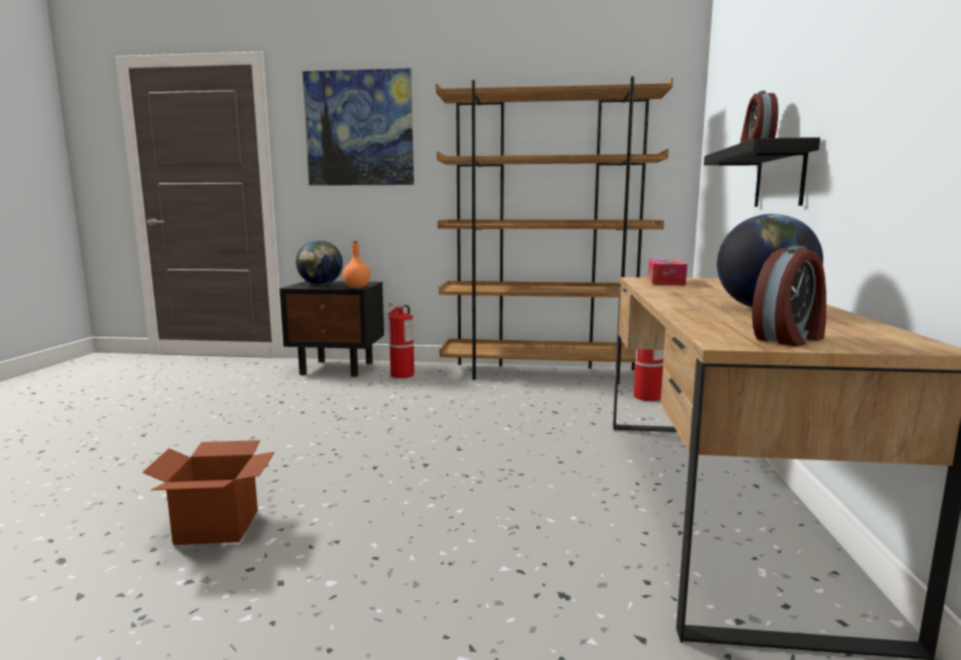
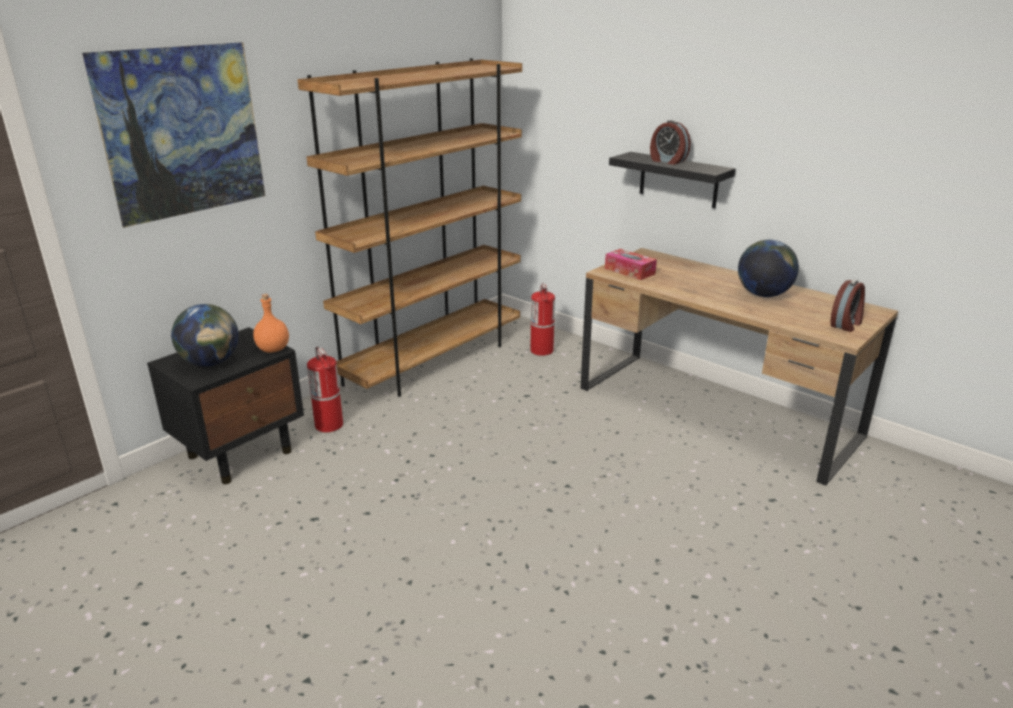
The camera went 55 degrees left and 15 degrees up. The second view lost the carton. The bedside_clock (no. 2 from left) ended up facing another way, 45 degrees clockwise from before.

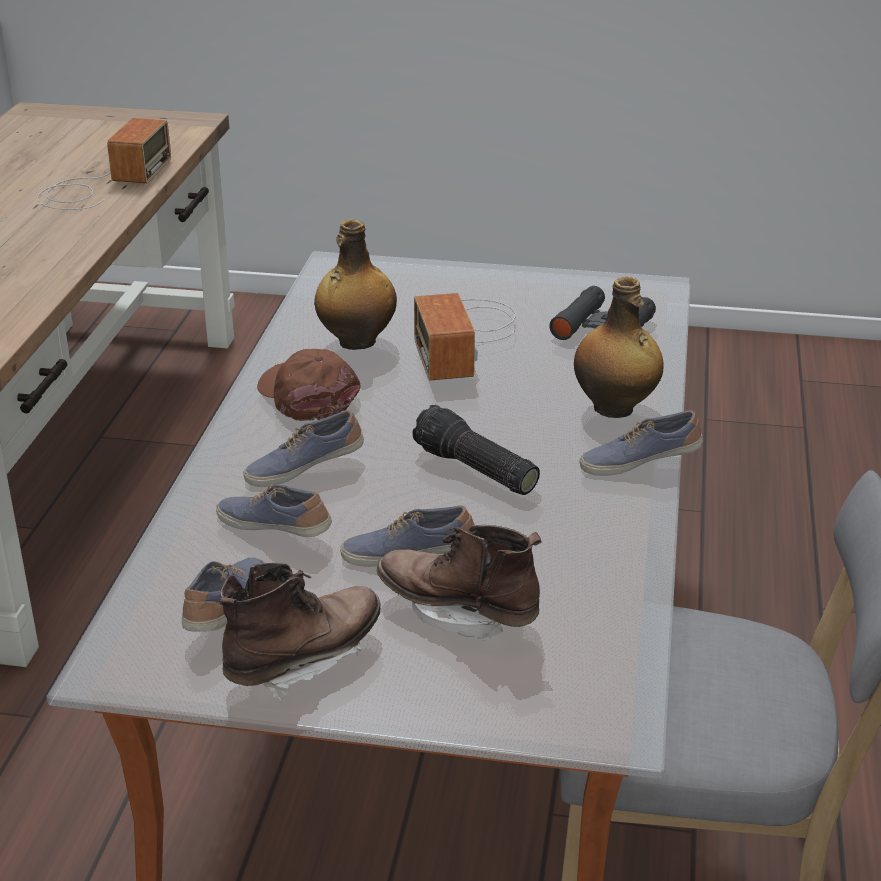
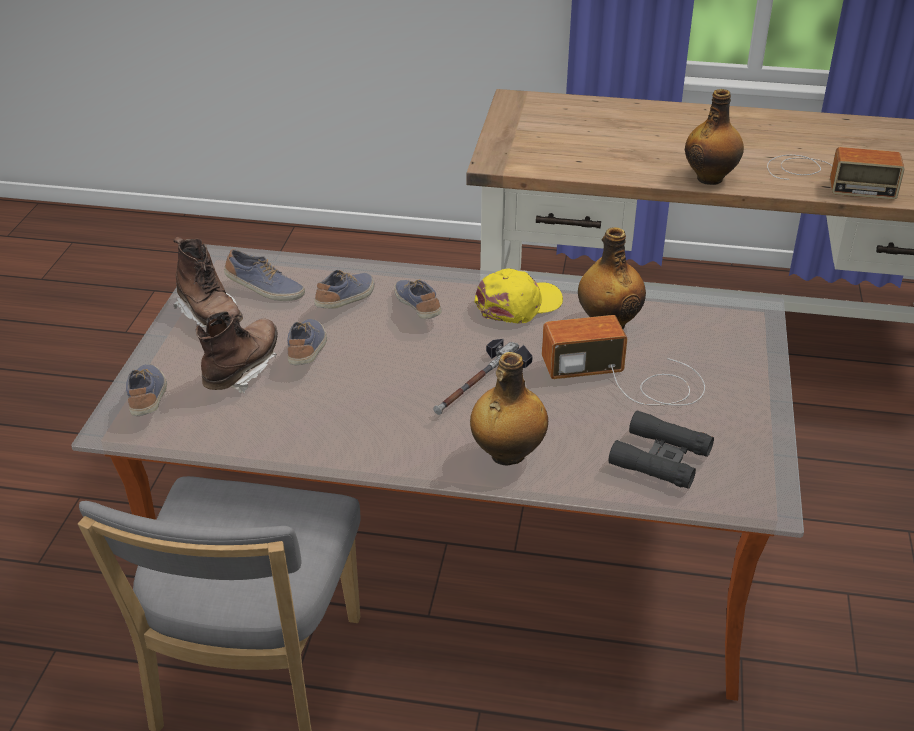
The camera went 90 degrees right and 5 degrees up. What was the brownish_cap turned into the yellow-coloured_cap. The second view lost the torch. The shoe (no. 5 from left in the first image) ended up elsewhere. The second view gained the tool_hammer. The second view gained the bottle (no. 3 from left).

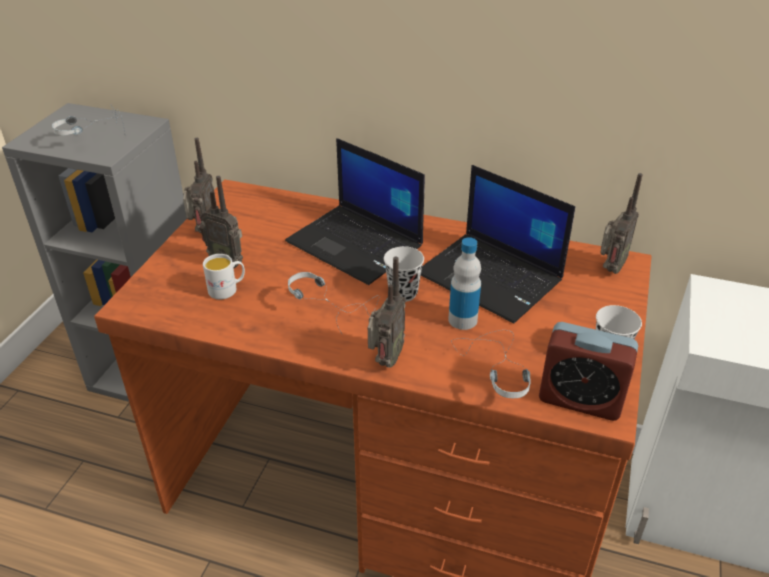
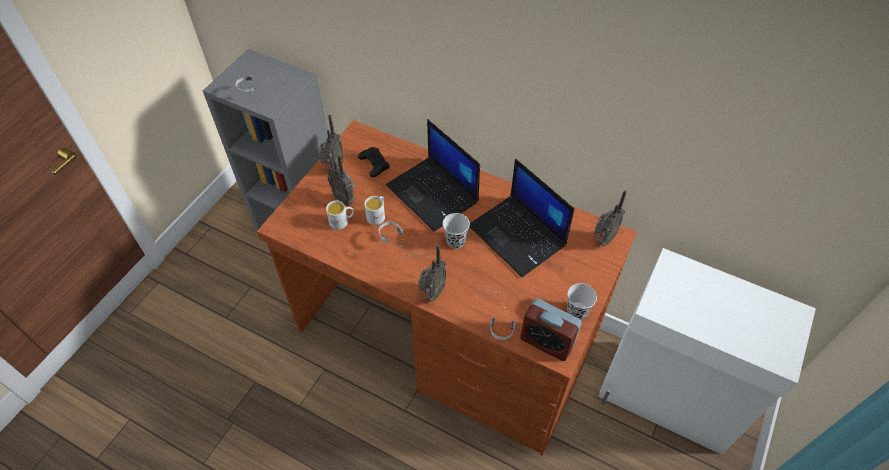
The camera went 10 degrees right and 15 degrees up. The second view lost the bottle. The second view gained the black_game_controller. The second view gained the white-coloured_coffee_mug (no. 2 from left).

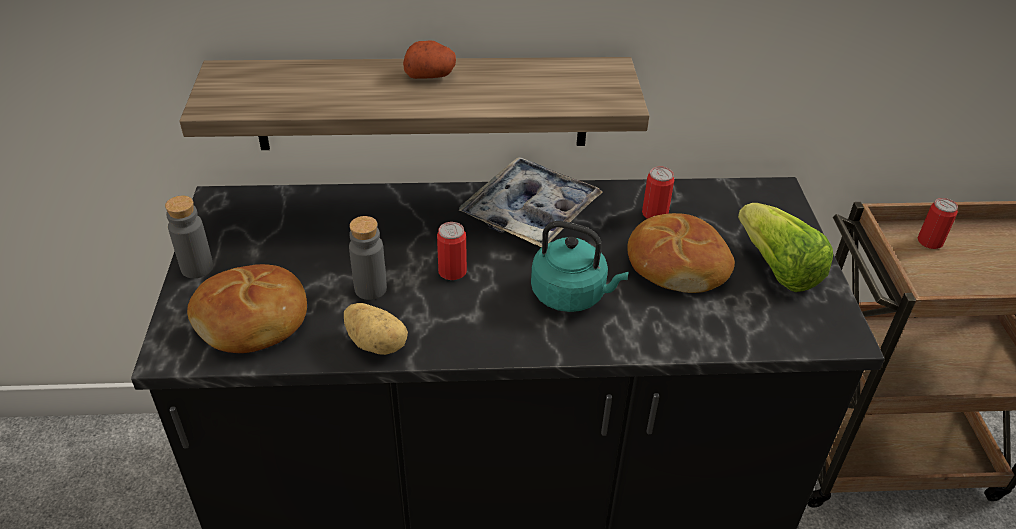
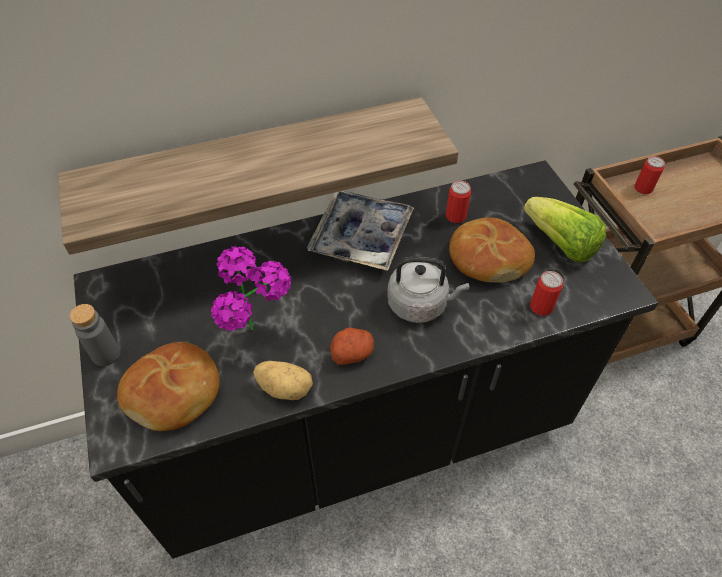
The camera went 15 degrees left and 10 degrees up. Where the greyish_bottle (no. 2 from left) stood, the houseplant came to stand. The whole_potato (no. 2 from left) ended up elsewhere. The metal_can (no. 1 from left in the first image) ended up elsewhere. What was the turquoise-coloured_water_kettle turned into the greyish_water_kettle.

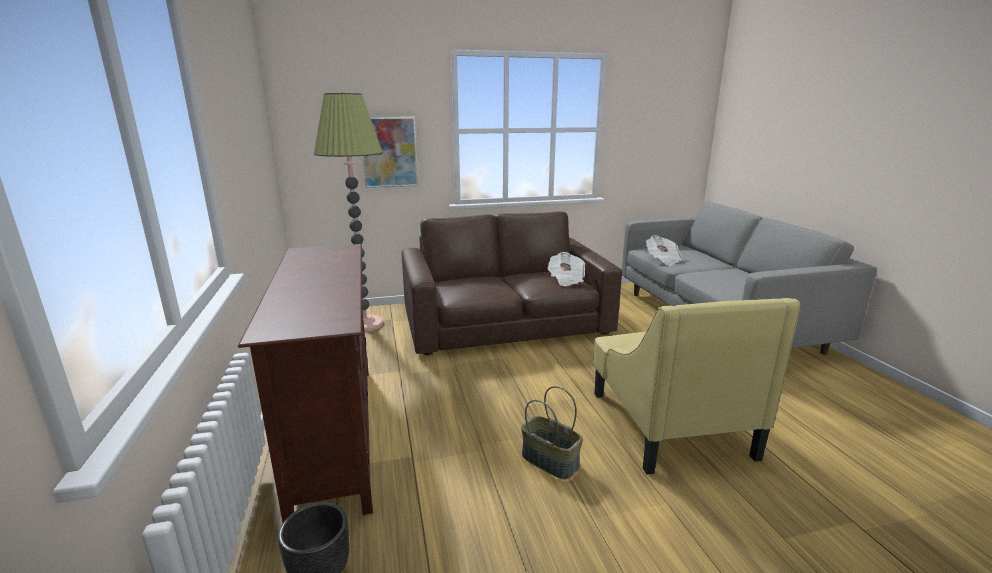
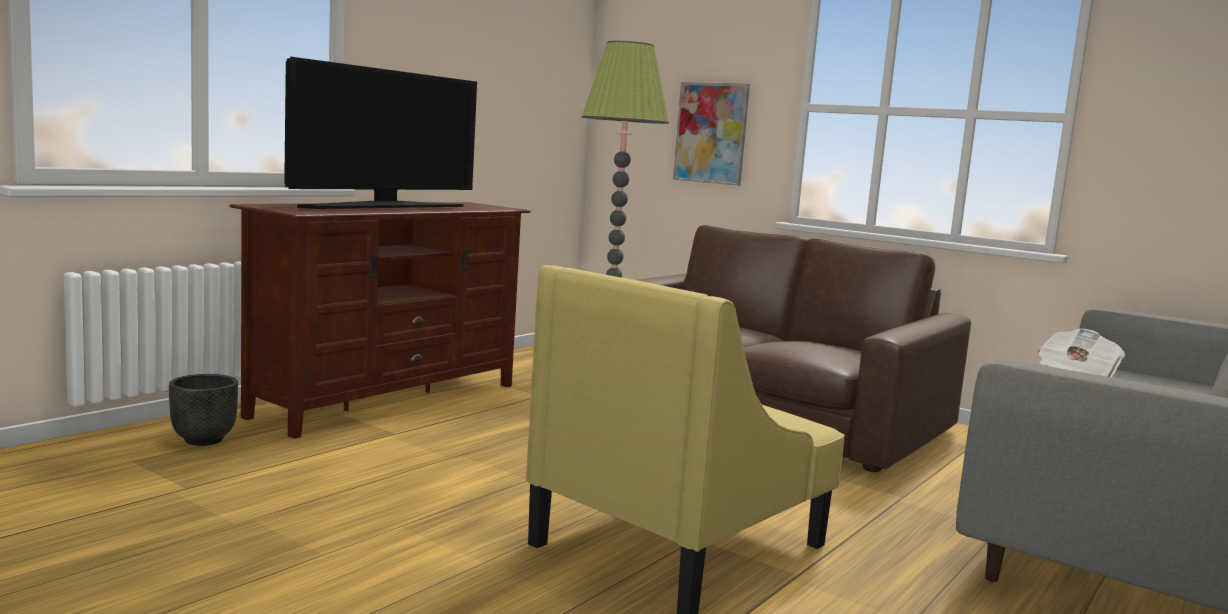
The camera went 50 degrees right and 10 degrees down. The second view lost the basket. The second view lost the daily_paper (no. 1 from left). The second view gained the TV.

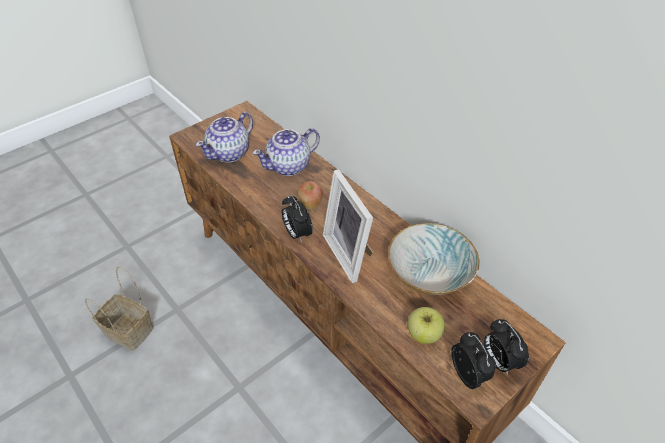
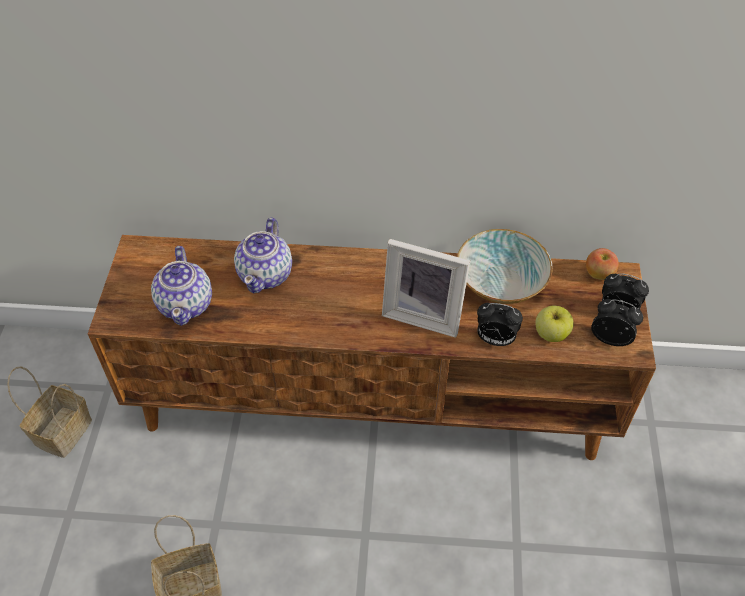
The camera went 45 degrees left and 5 degrees up. The bedside_clock (no. 1 from left) ended up elsewhere. The apple_fruit (no. 1 from left in the first image) ended up elsewhere. The second view gained the basket (no. 1 from left).

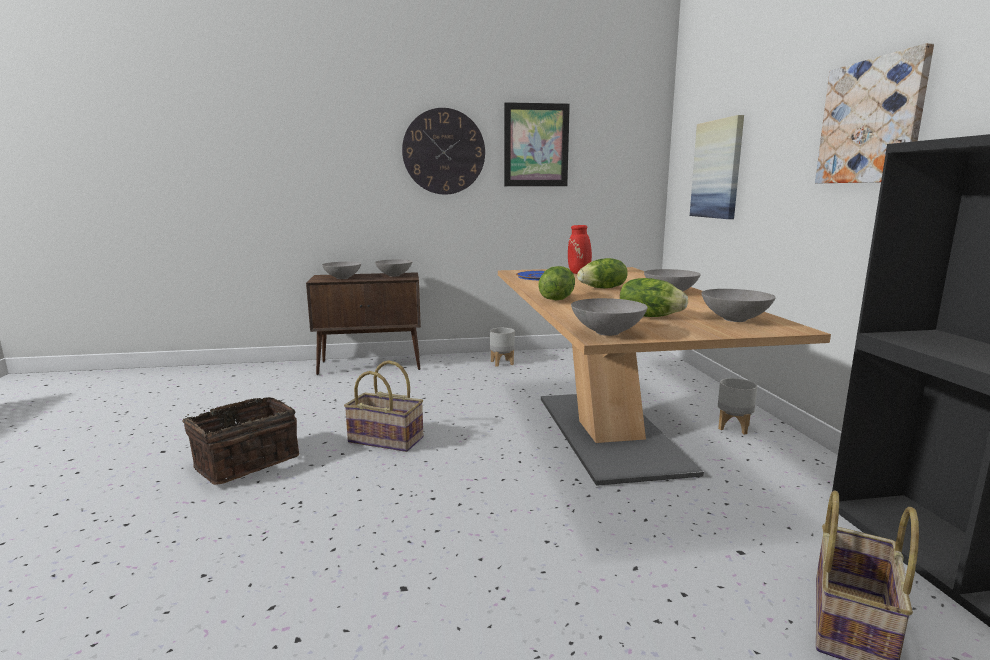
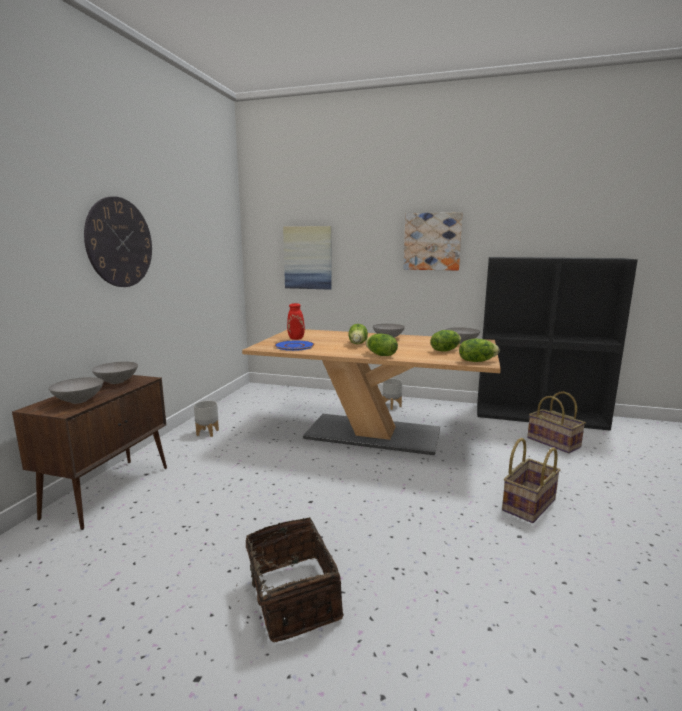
The camera went 65 degrees left and 0 degrees up. The basket (no. 2 from left) ended up elsewhere. The second view lost the picture (no. 1 from left). Where the greyish_bowl (no. 3 from left) stood, the lettuce_head (no. 4 from left) came to stand.

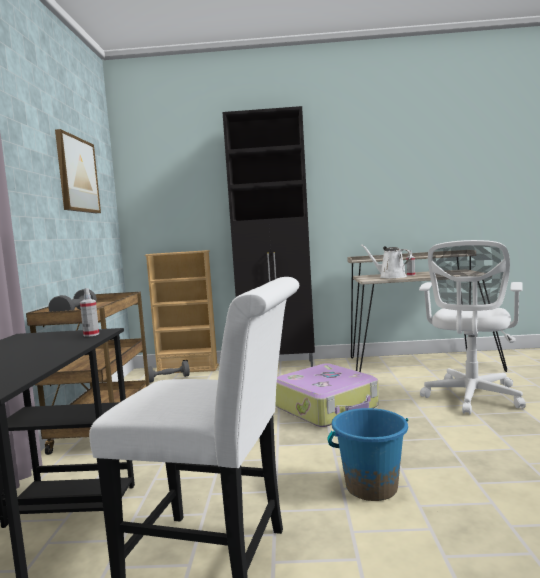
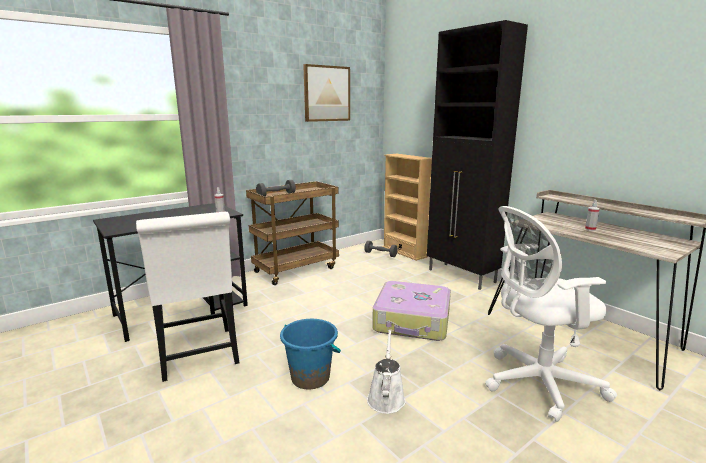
The camera went 50 degrees right and 10 degrees up. The white-coloured_watering_can ended up elsewhere.

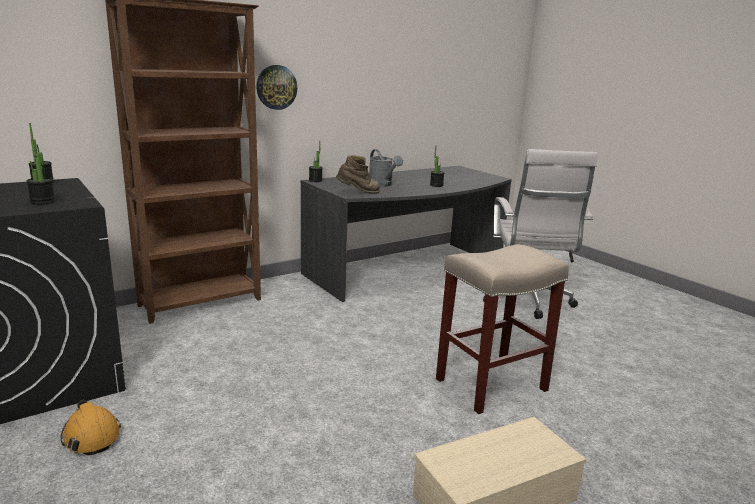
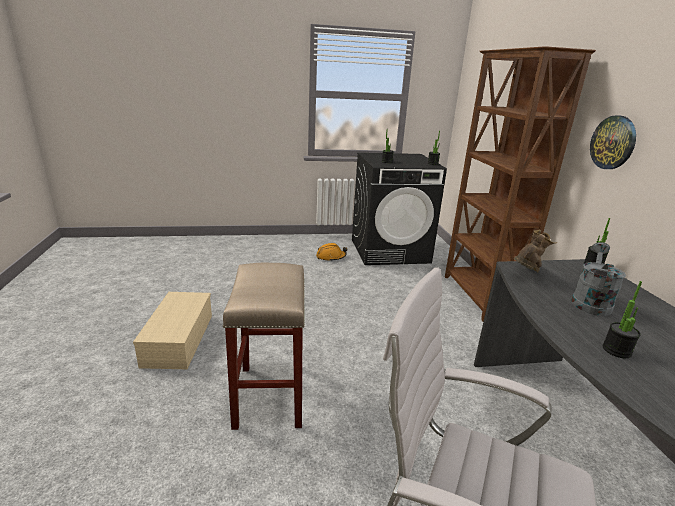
The camera went 115 degrees right and 5 degrees up. The brownish_tall_boot ended up facing another way, 150 degrees counterclockwise from before. The greyish_watering_can ended up facing another way, 120 degrees clockwise from before.

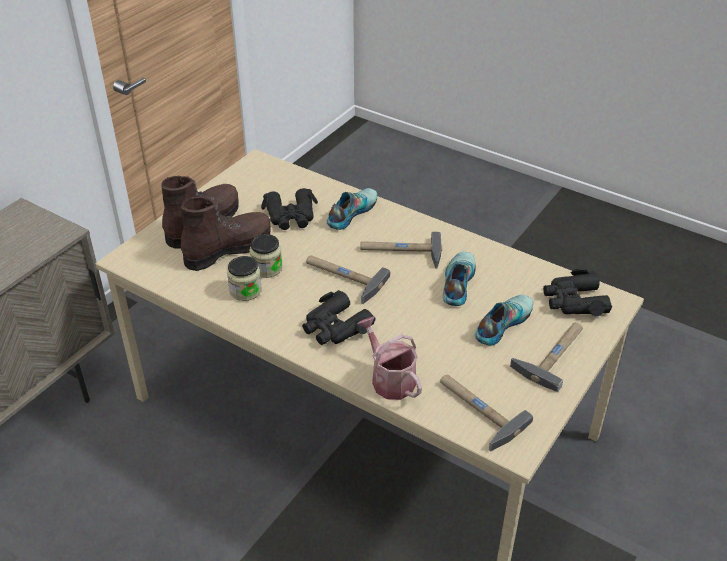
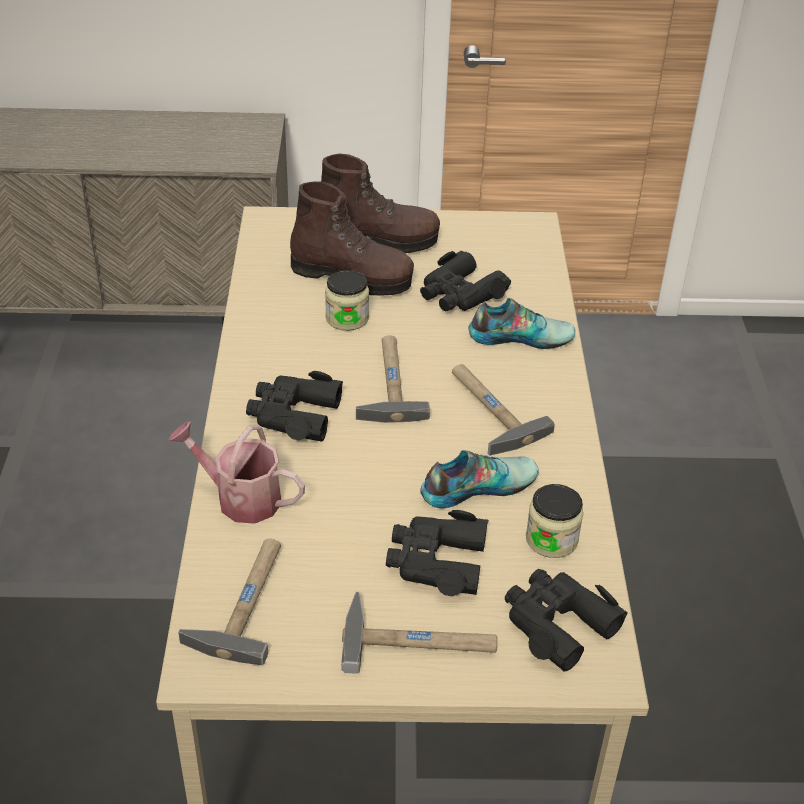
The camera went 55 degrees right and 0 degrees up. The storage_jar (no. 1 from left in the first image) ended up elsewhere. The watering_can ended up facing another way, 90 degrees counterclockwise from before. Where the shoe (no. 3 from left) stood, the black_field_glasses (no. 2 from left) came to stand.

